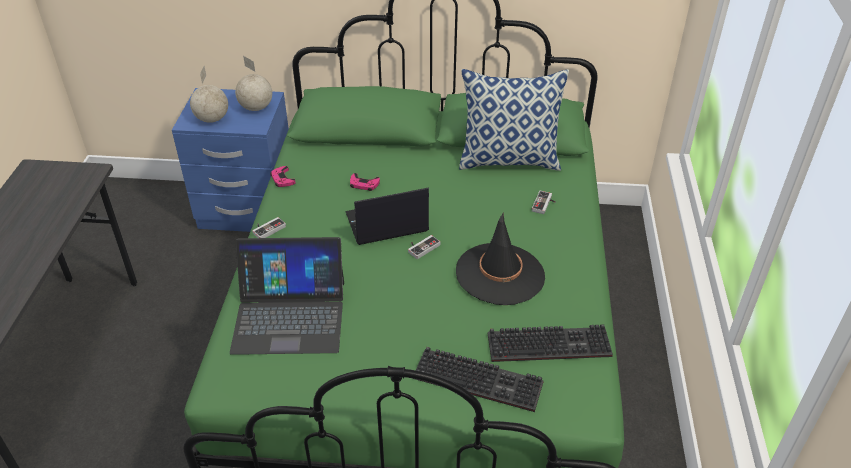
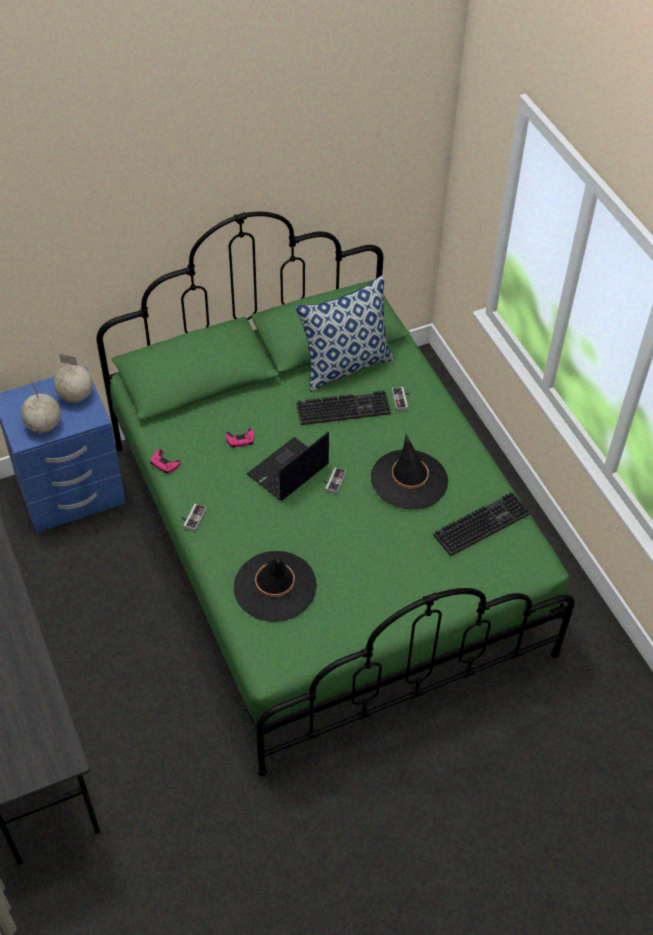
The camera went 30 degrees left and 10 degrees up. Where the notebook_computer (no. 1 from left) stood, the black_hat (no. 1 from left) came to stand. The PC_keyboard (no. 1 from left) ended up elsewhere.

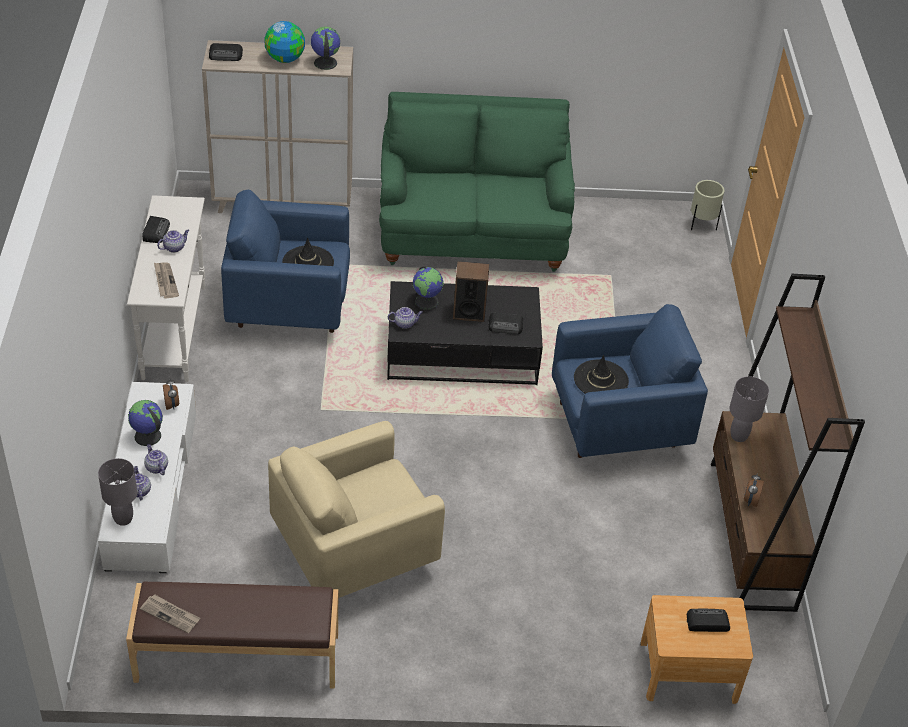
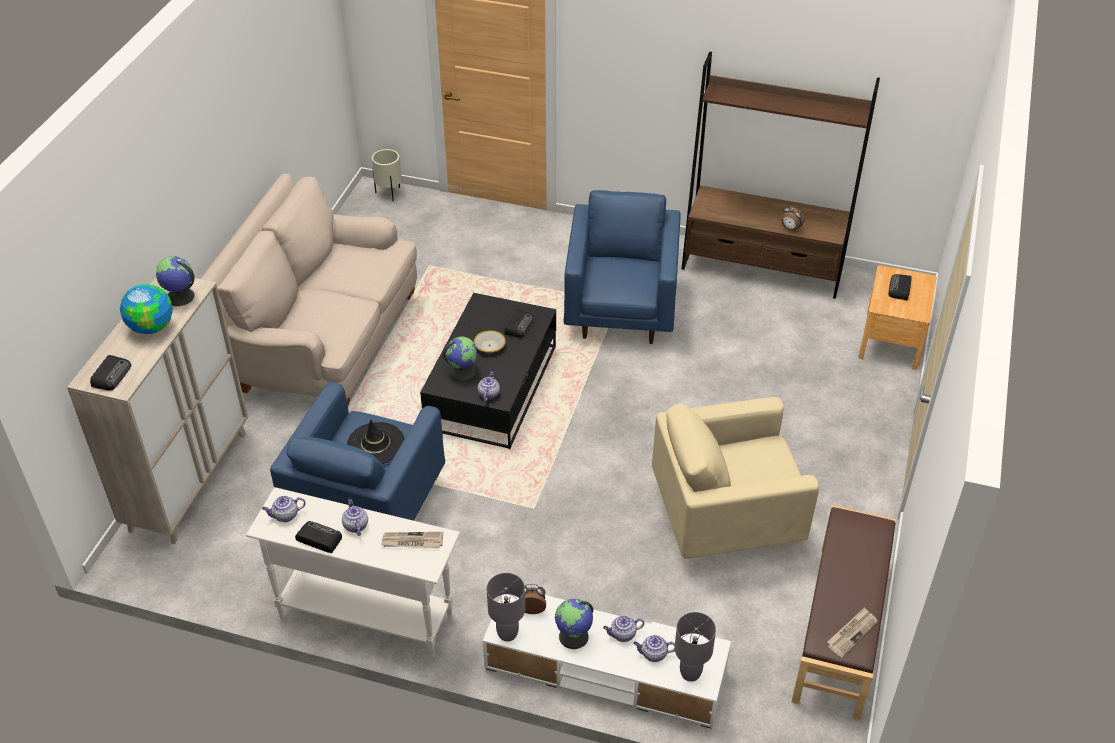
The camera went 70 degrees left and 0 degrees up. The beige-coloured_armchair ended up facing another way, 90 degrees clockwise from before. What was the green_couch turned into the beige-coloured_couch. Where the loudspeaker stood, the bowl came to stand. The second view lost the black_hat (no. 2 from left). The greyish_table_lamp (no. 2 from left in the first image) ended up elsewhere. The second view gained the pot_for_tea (no. 1 from left).

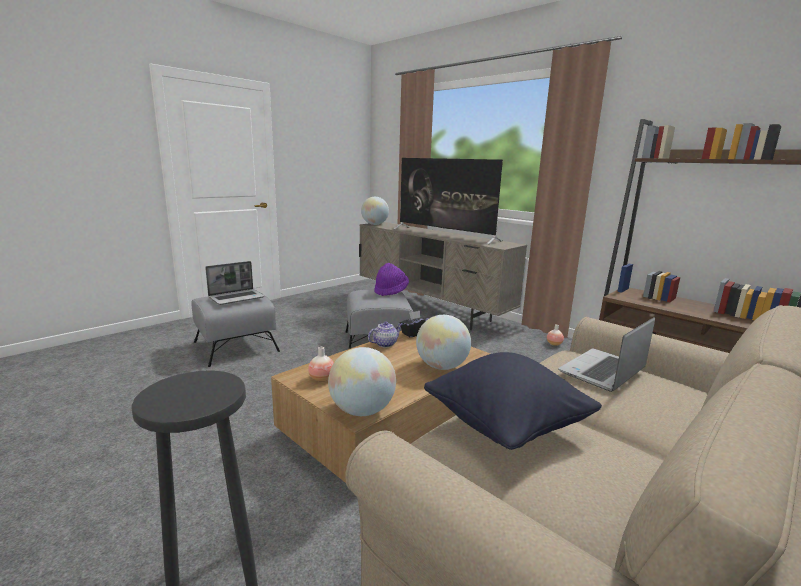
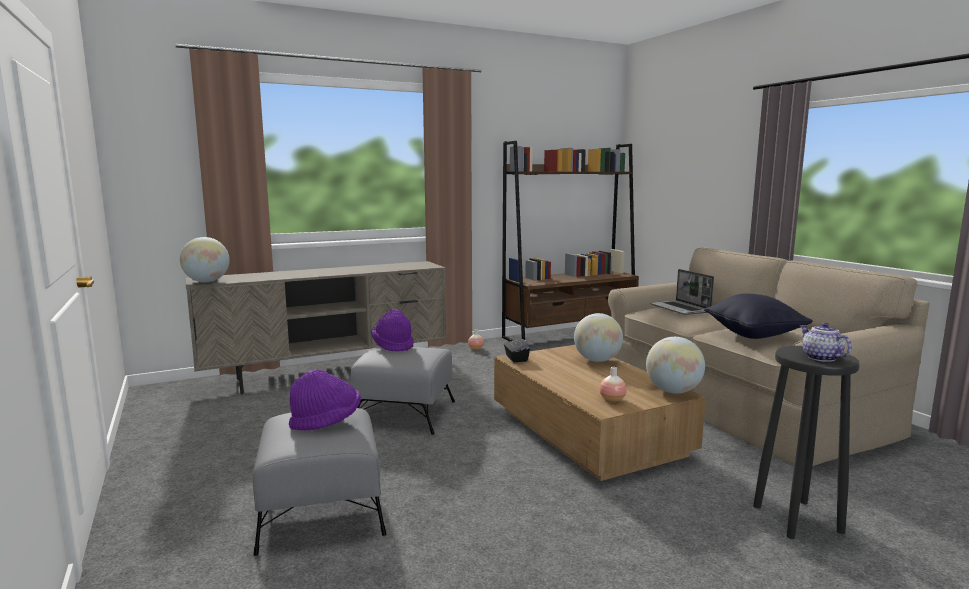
The camera went 70 degrees left and 5 degrees down. Where the notebook_computer (no. 1 from left) stood, the purplish_hat (no. 1 from left) came to stand. The pot_for_tea ended up elsewhere. The second view lost the TV.

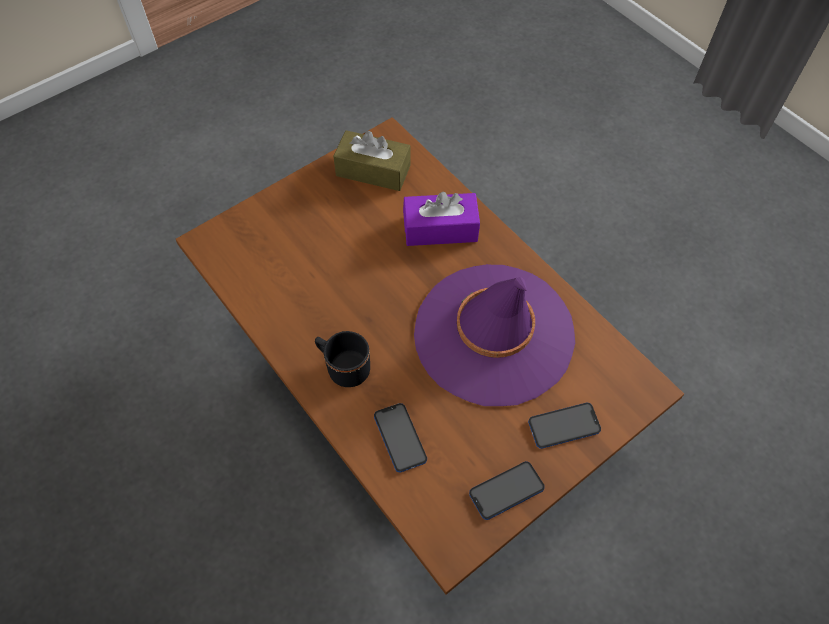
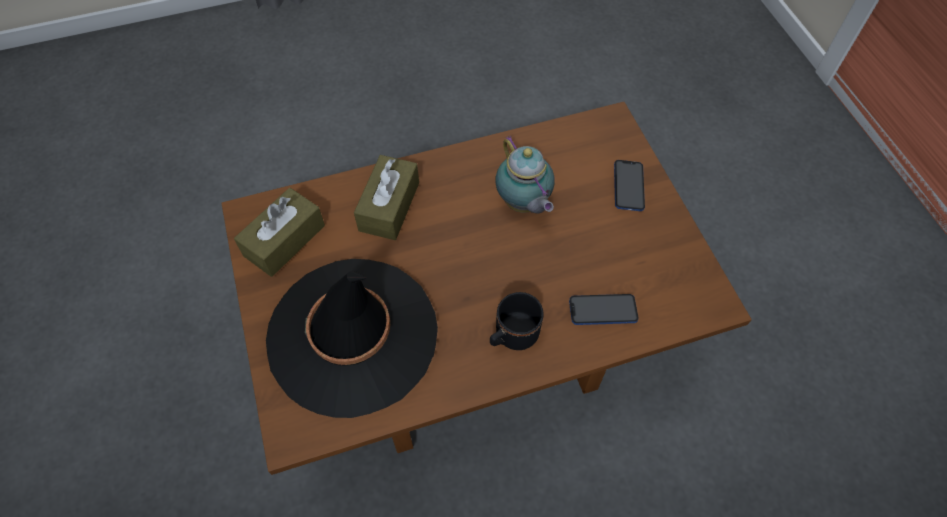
The camera went 70 degrees left and 0 degrees up. What was the purplish_tissue_box turned into the brownish_tissue_box (no. 2 from left). Where the purplish_hat stood, the pot_for_tea came to stand. The second view lost the telephone (no. 2 from left). The second view gained the black_hat.

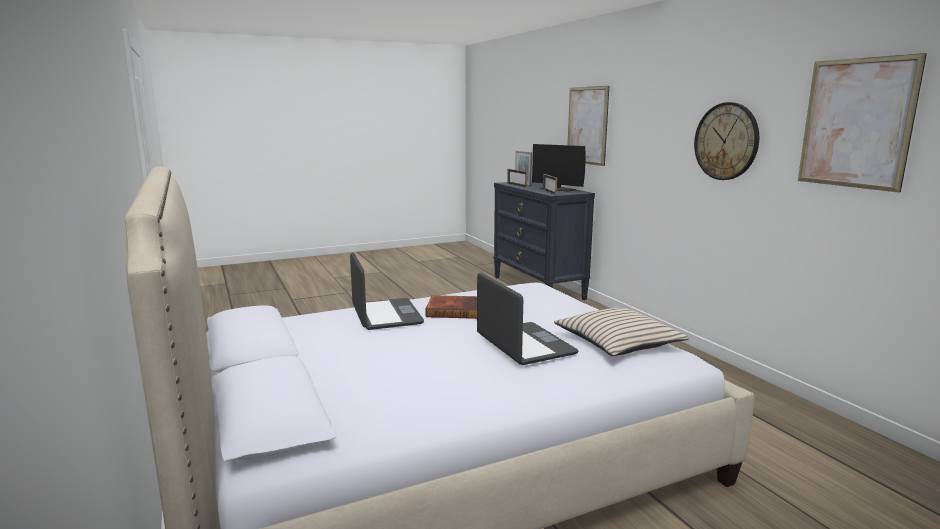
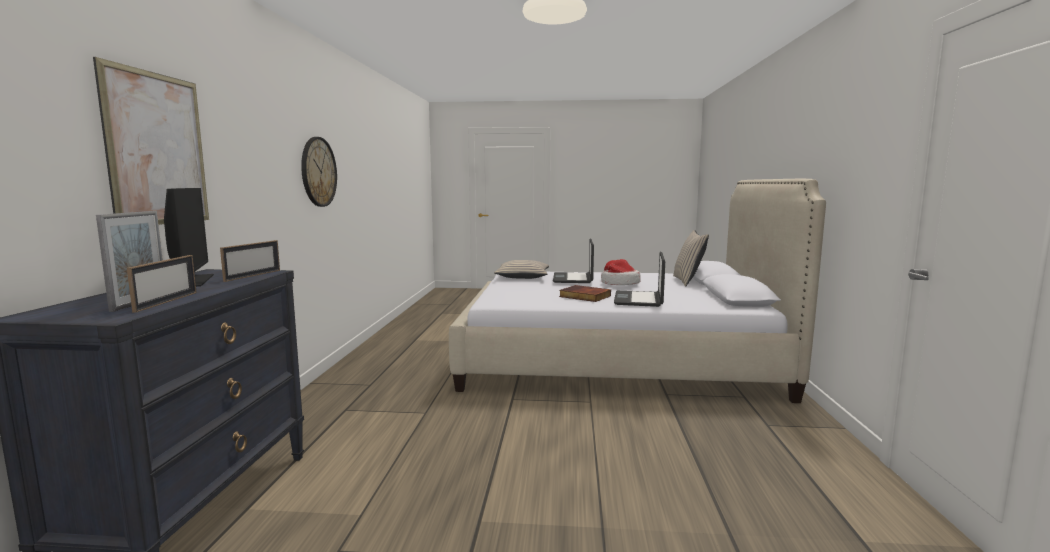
The camera went 150 degrees left and 5 degrees down. The second view lost the picture (no. 2 from left). The second view gained the hat. The second view gained the beige-coloured_throw_pillow (no. 2 from left).

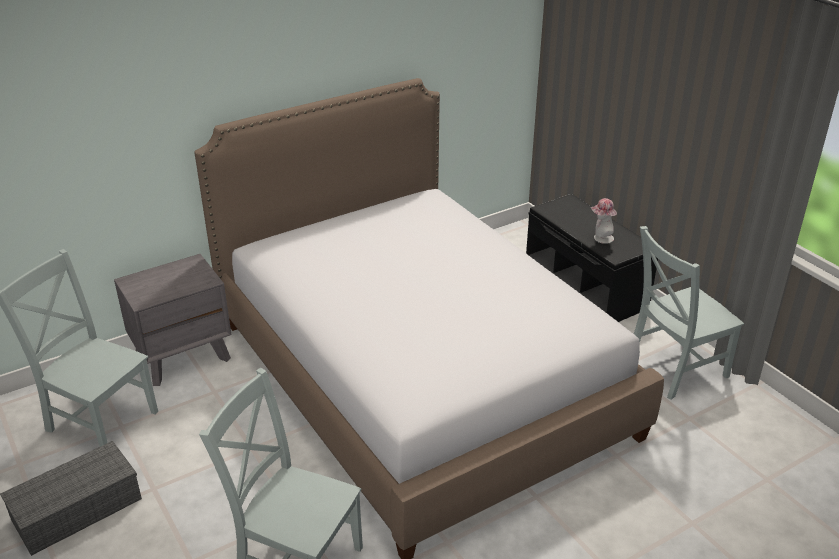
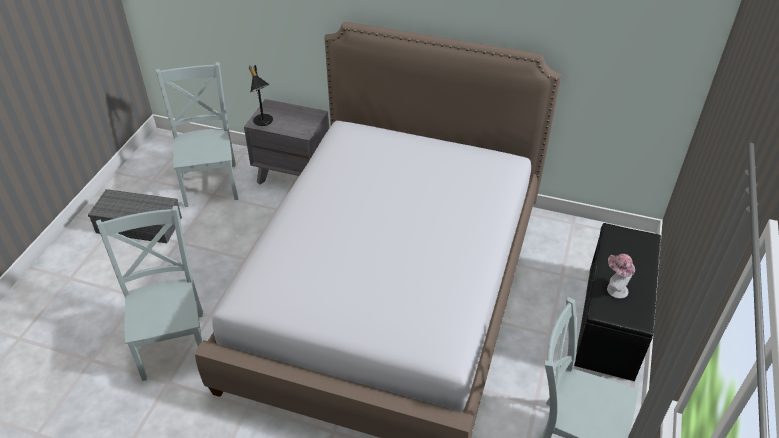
The camera went 50 degrees right and 10 degrees up. The second view gained the black_table_lamp.

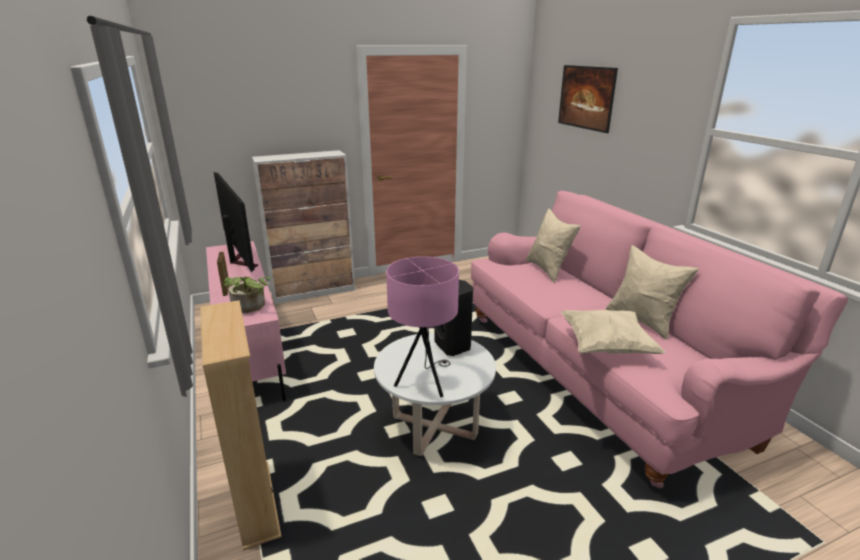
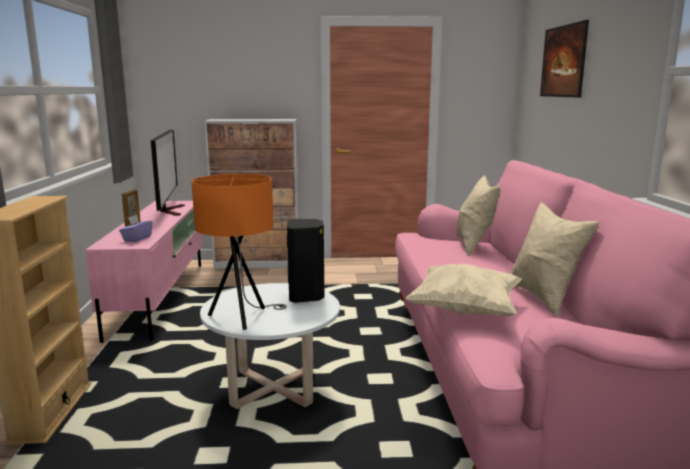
The camera went 20 degrees right and 10 degrees down. Where the houseplant stood, the purplish_tissue_box came to stand. What was the pink-coloured_table_lamp turned into the orange-coloured_table_lamp.

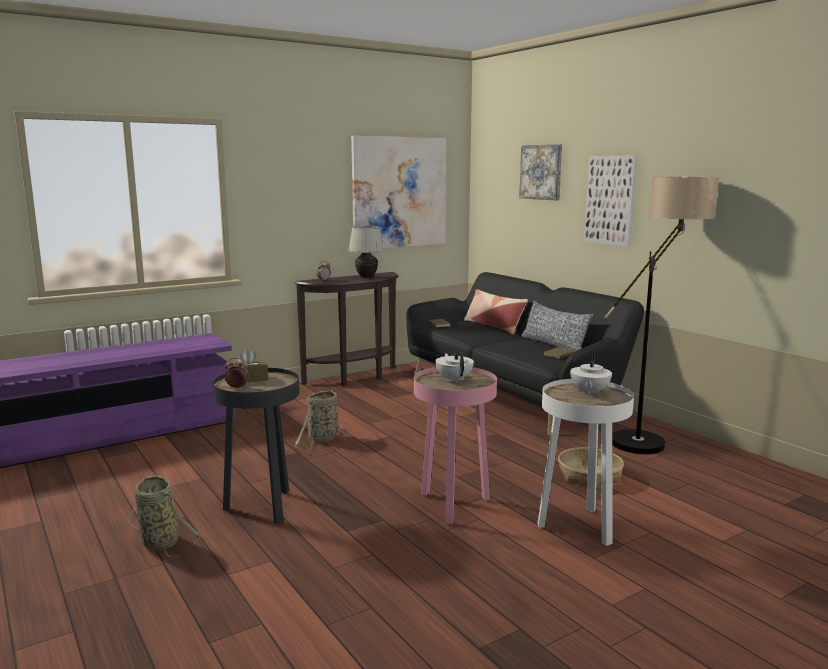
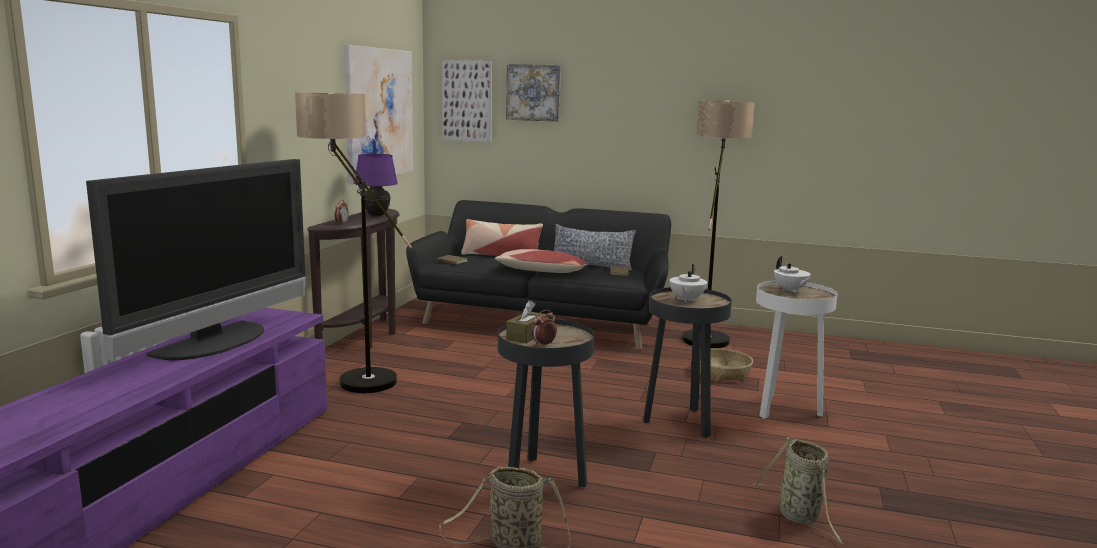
The camera went 40 degrees left and 0 degrees up. The basket (no. 2 from left in the first image) ended up elsewhere. What was the white-coloured_table_lamp turned into the purplish_table_lamp. What was the pink-coloured_accent_table turned into the black_accent_table (no. 2 from left). The white-coloured_pot_for_tea (no. 1 from left) ended up facing another way, 105 degrees counterclockwise from before. The picture (no. 3 from left in the first image) ended up elsewhere. The second view gained the TV. The second view gained the floor_lamp (no. 1 from left). The second view gained the throw_pillow (no. 2 from left).

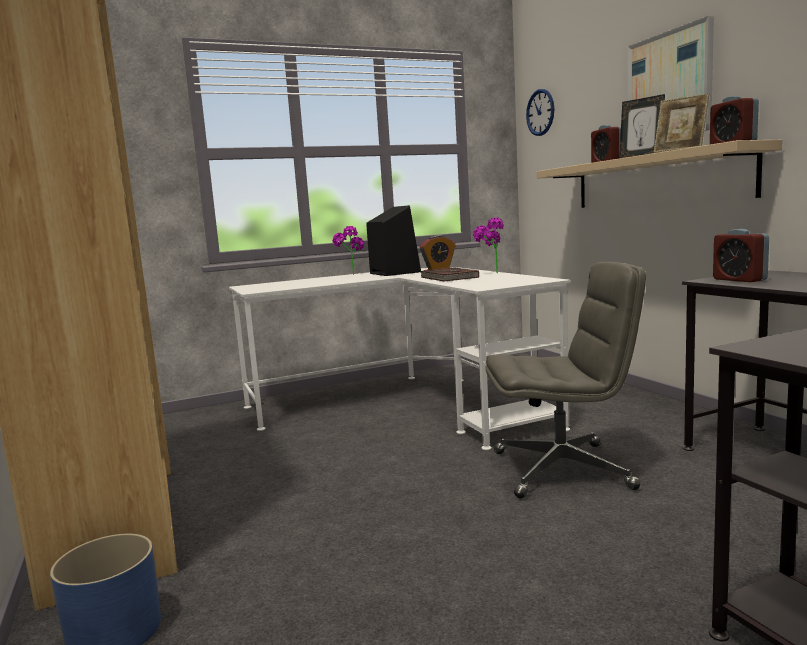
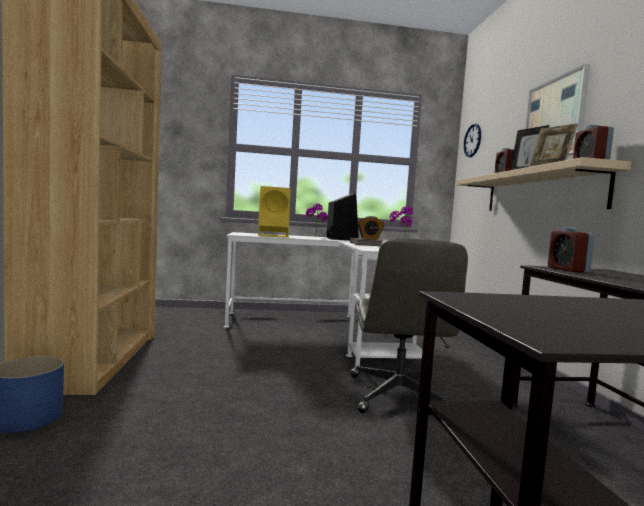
The camera went 15 degrees right and 5 degrees down. The greyish_computer_chair ended up facing another way, 75 degrees clockwise from before. The second view gained the yellow-coloured_loudspeaker.

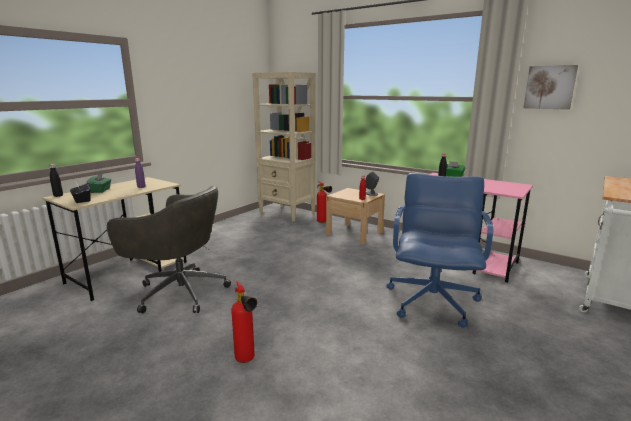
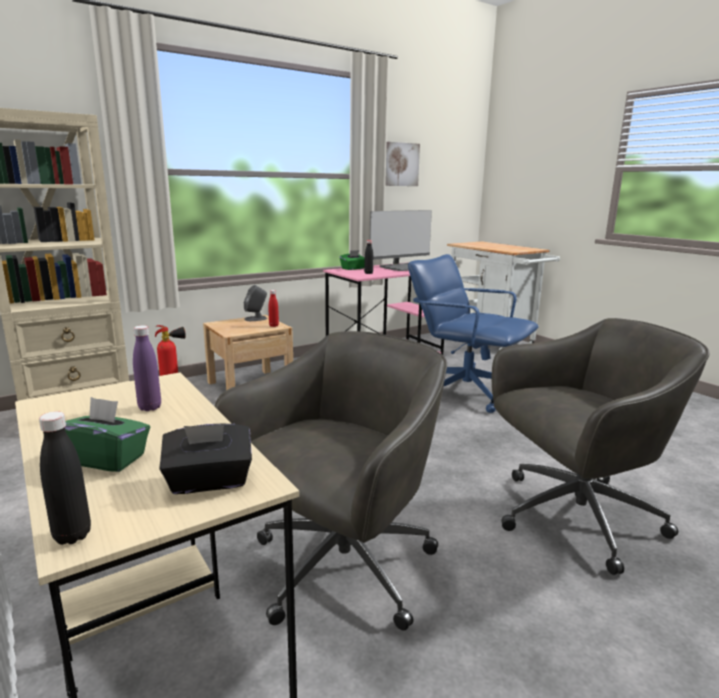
The camera went 70 degrees left and 0 degrees up. Where the extinguisher (no. 1 from left) stood, the greyish_computer_chair (no. 2 from left) came to stand. The second view gained the computer_display.

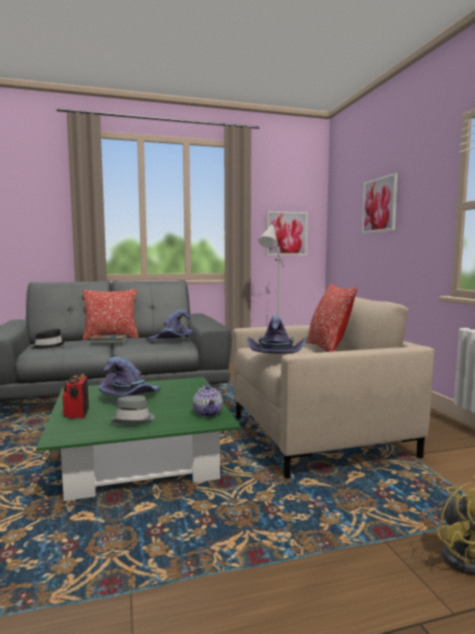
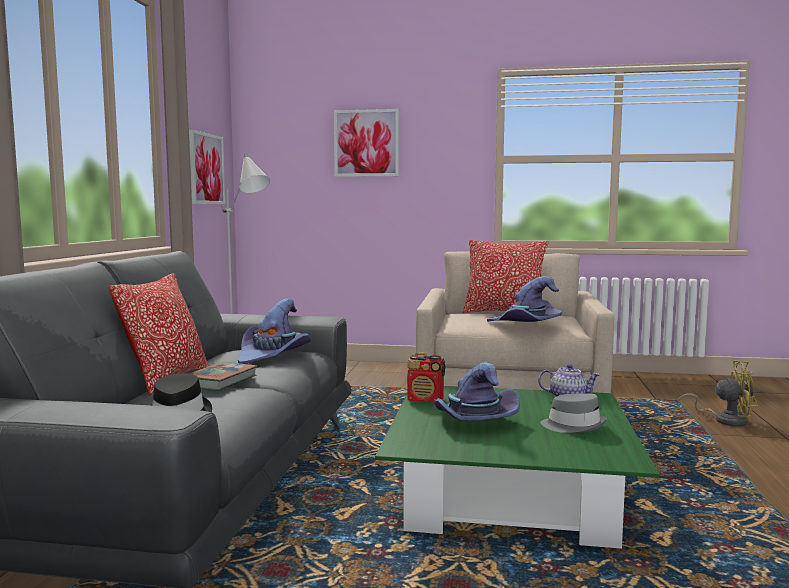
The camera went 65 degrees left and 0 degrees up. The radio_set ended up elsewhere.

